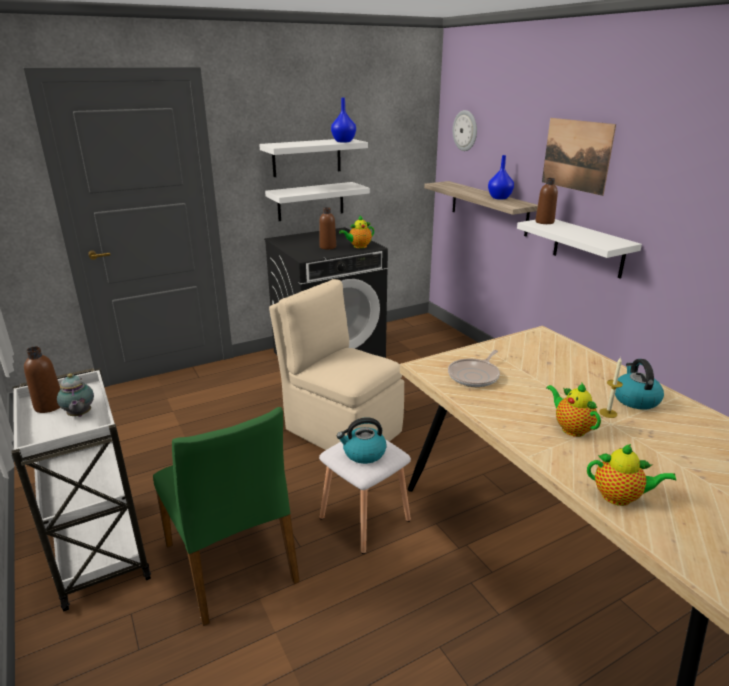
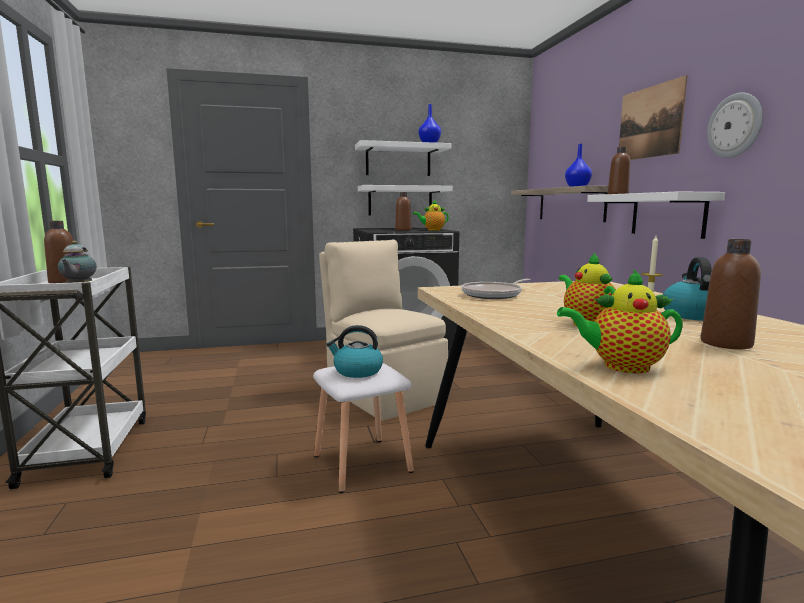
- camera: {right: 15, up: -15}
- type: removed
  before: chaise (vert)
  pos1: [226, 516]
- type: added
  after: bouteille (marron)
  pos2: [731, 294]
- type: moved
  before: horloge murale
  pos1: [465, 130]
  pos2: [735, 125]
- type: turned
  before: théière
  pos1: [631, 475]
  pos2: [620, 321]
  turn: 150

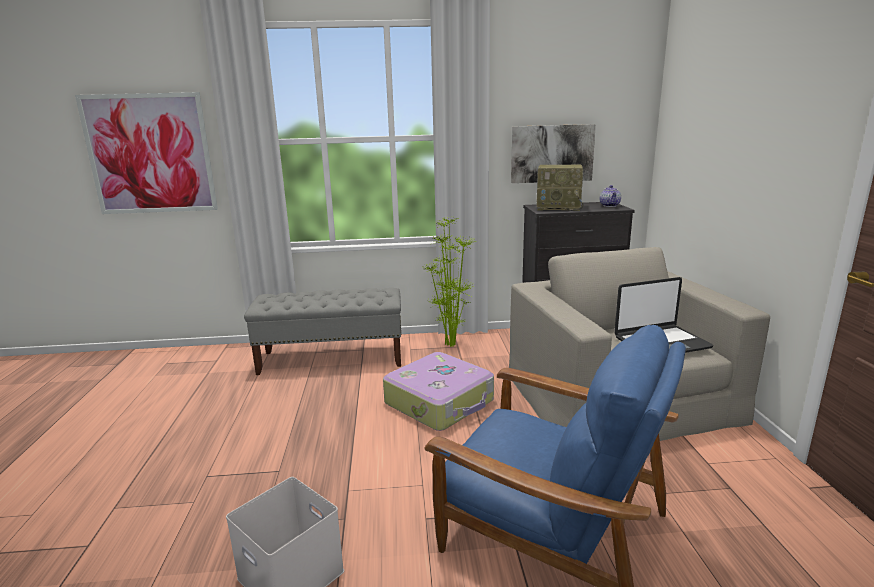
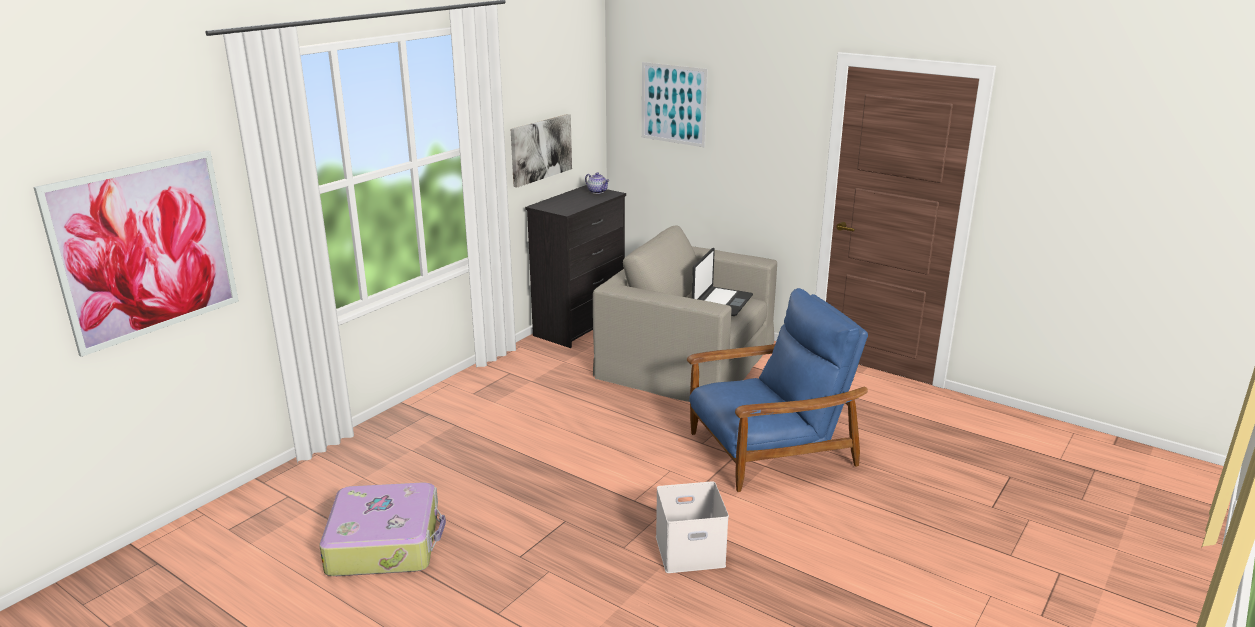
- camera: {right: -50, up: 5}
- type: removed
  before: banc (gris)
  pos1: [322, 331]
- type: removed
  before: plante en pot
  pos1: [448, 282]
- type: removed
  before: radio
  pos1: [560, 188]
- type: added
  after: tableau
  pos2: [675, 104]
- type: moved
  before: valise
  pos1: [438, 391]
  pos2: [382, 529]

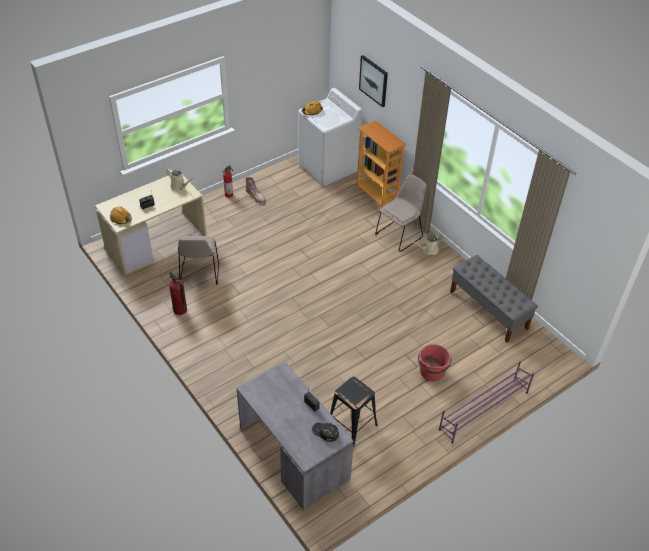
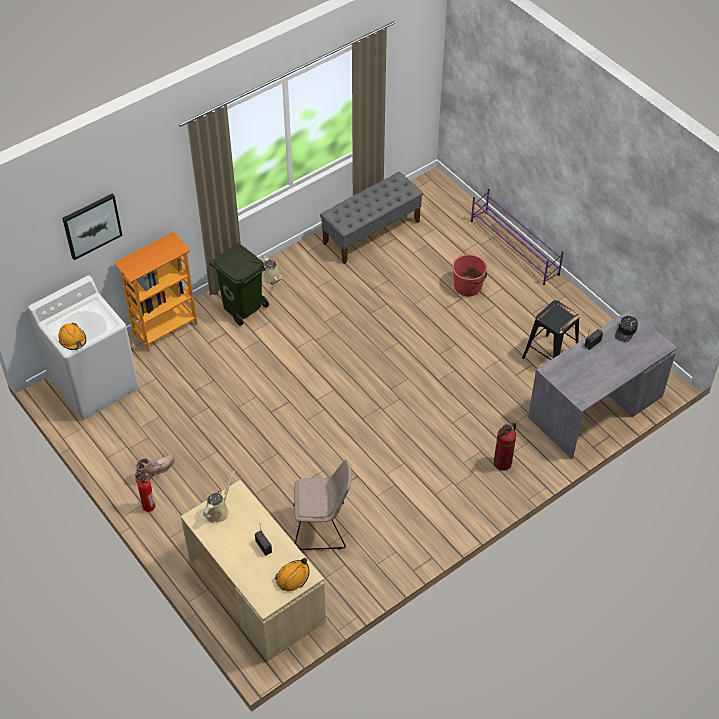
- camera: {right: -90, up: 5}
- type: moved
  before: extincteur
  pos1: [178, 293]
  pos2: [505, 447]
- type: replaced
  before: chaise (beige)
  after: poubelle (vert)
  pos1: [401, 213]
  pos2: [239, 284]

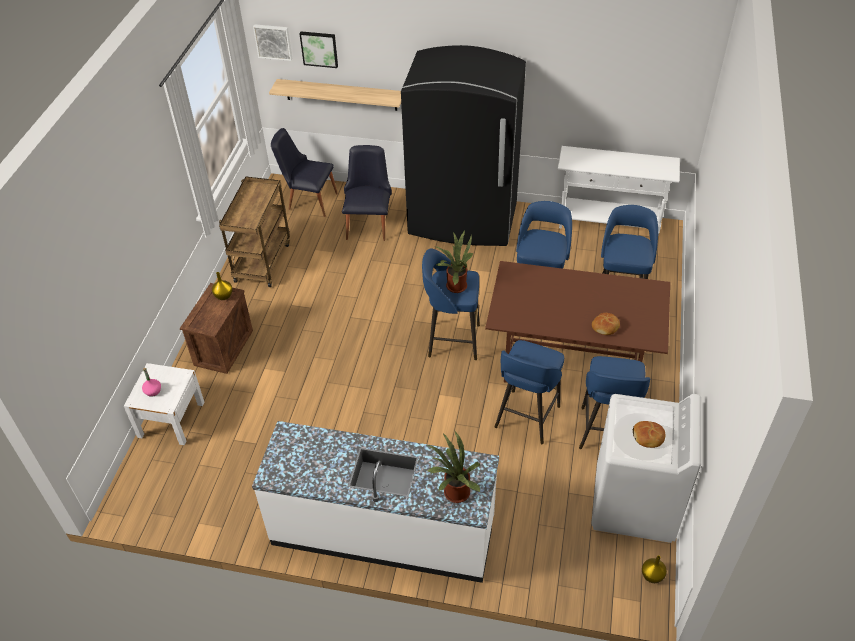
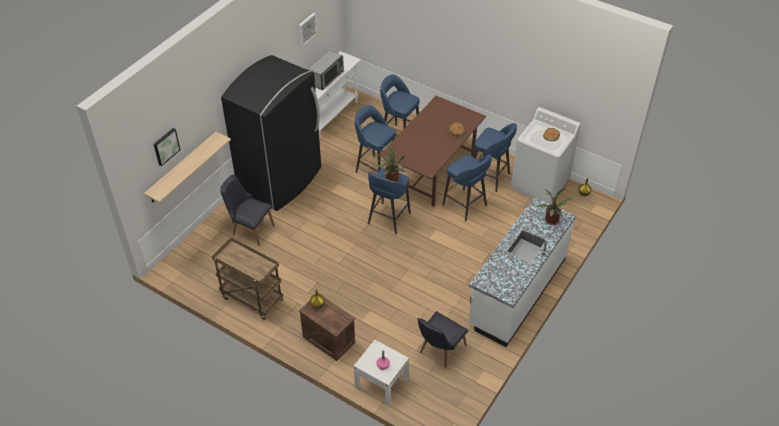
- camera: {right: -70, up: 0}
- type: added
  after: micro-ondes
  pos2: [325, 70]
- type: moved
  before: tableau
  pos1: [272, 42]
  pos2: [308, 29]
- type: moved
  before: chaise (noir)
  pos1: [304, 172]
  pos2: [442, 339]

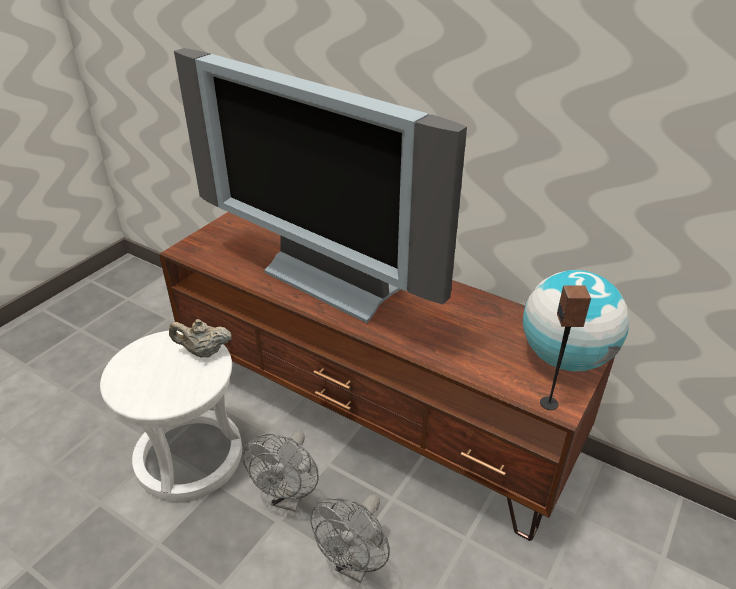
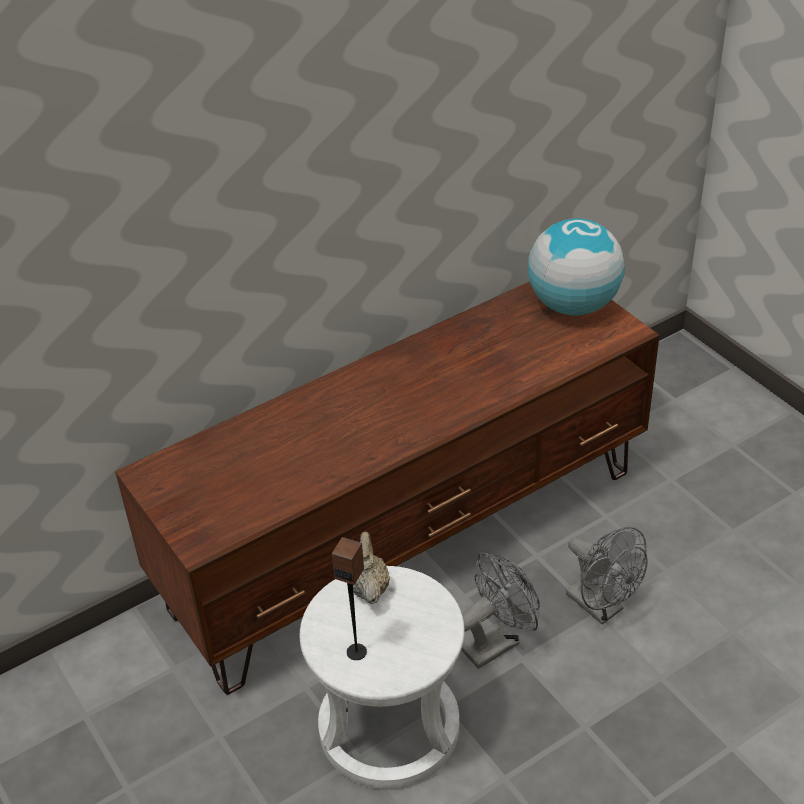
- camera: {right: -65, up: 5}
- type: removed
  before: téléviseur
  pos1: [320, 185]
- type: moved
  before: enceinte
  pos1: [565, 347]
  pos2: [349, 598]
- type: turned
  before: théière (beige)
  pos1: [200, 338]
  pos2: [371, 567]
  turn: 150
- type: turned
  before: ventilateur (gris)
  pos1: [281, 471]
  pos2: [500, 610]
  turn: -75

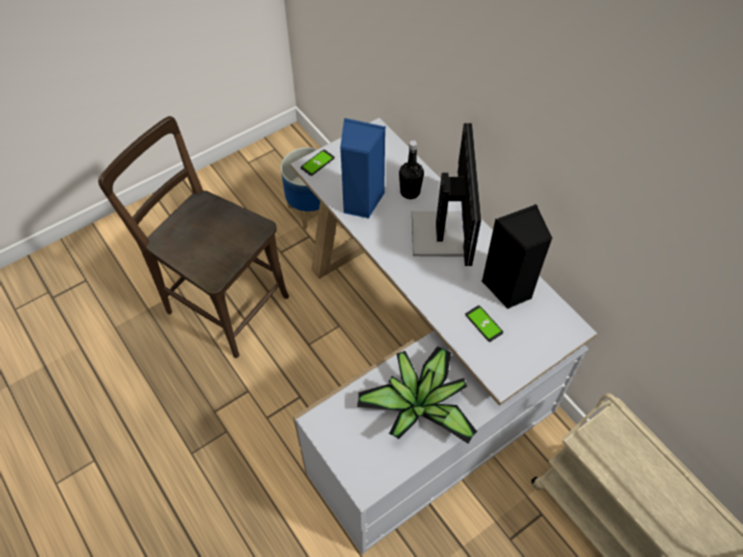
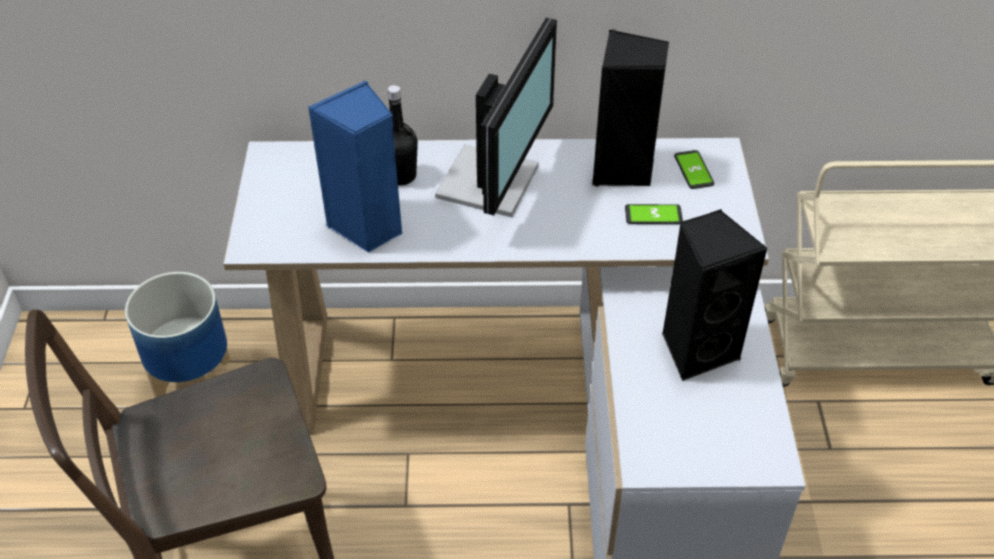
- camera: {right: -55, up: -10}
- type: moved
  before: téléphone
  pos1: [318, 163]
  pos2: [694, 169]
- type: replaced
  before: plante en pot
  after: enceinte (noir)
  pos1: [417, 395]
  pos2: [715, 295]
- type: turned
  before: écran d'ordinateur
  pos1: [446, 194]
  pos2: [496, 117]
  turn: 75

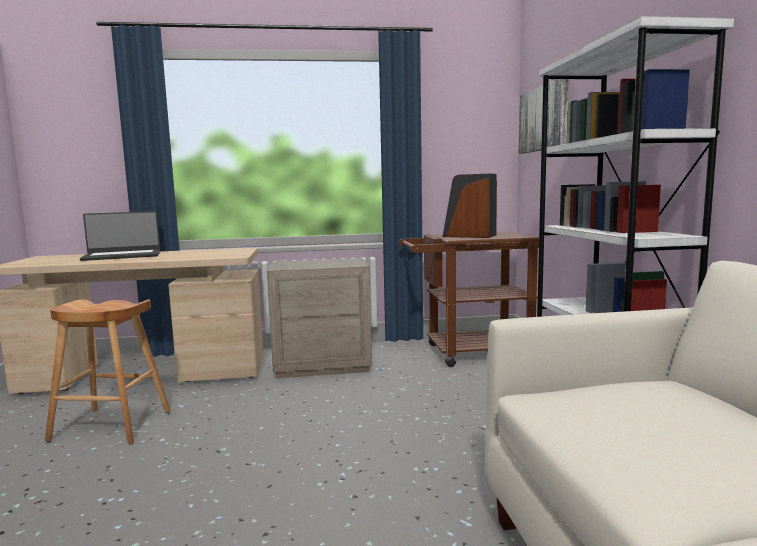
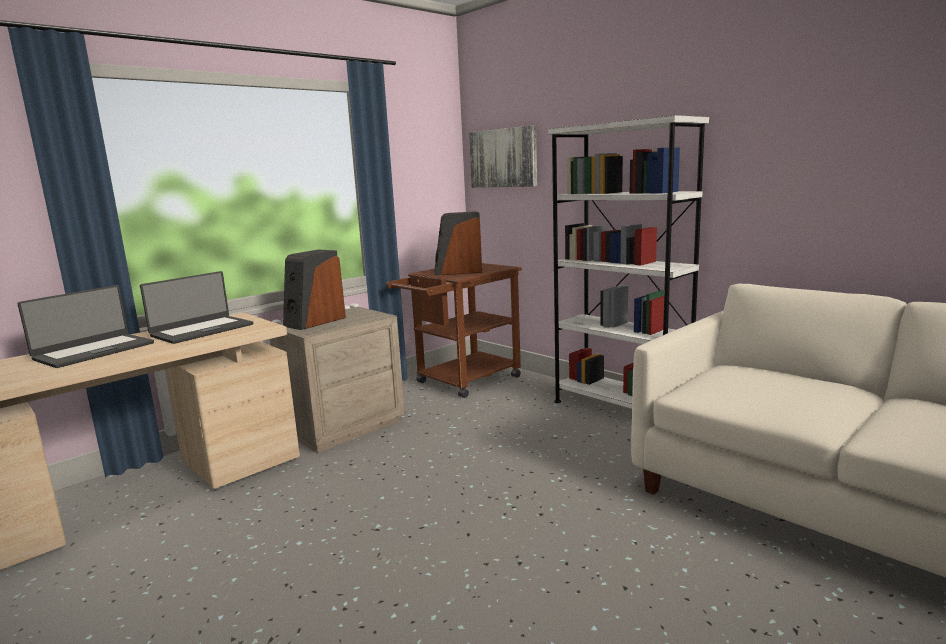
- camera: {right: -35, up: 5}
- type: removed
  before: tabouret (marron)
  pos1: [108, 371]
- type: added
  after: ordinateur portable
  pos2: [196, 307]
- type: added
  after: enceinte
  pos2: [314, 289]

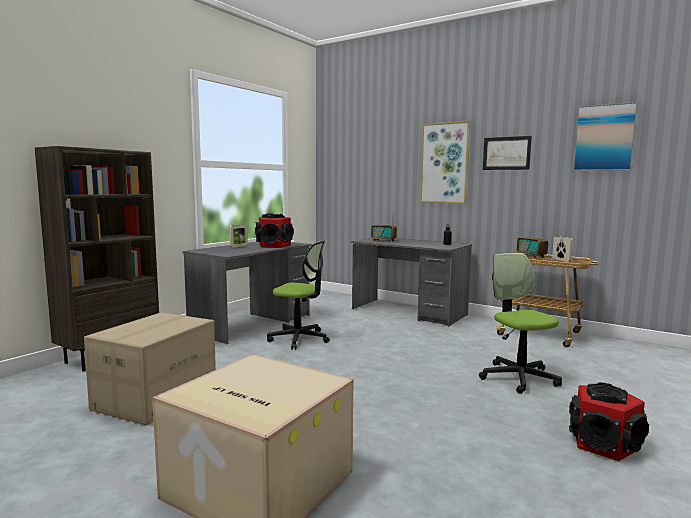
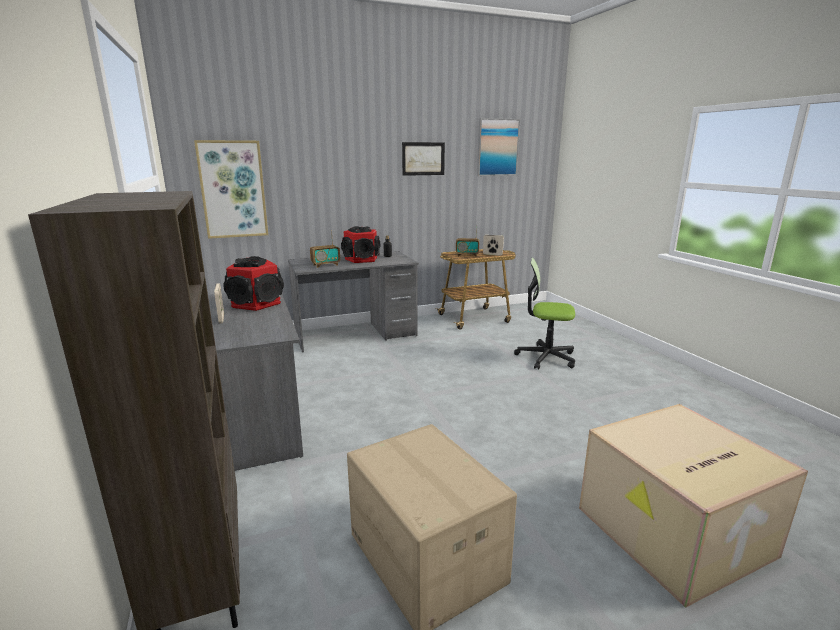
- camera: {right: -55, up: 10}
- type: removed
  before: chaise de bureau
  pos1: [298, 295]
- type: moved
  before: tableau
  pos1: [445, 162]
  pos2: [231, 189]
- type: moved
  before: enceinte
  pos1: [609, 421]
  pos2: [360, 244]

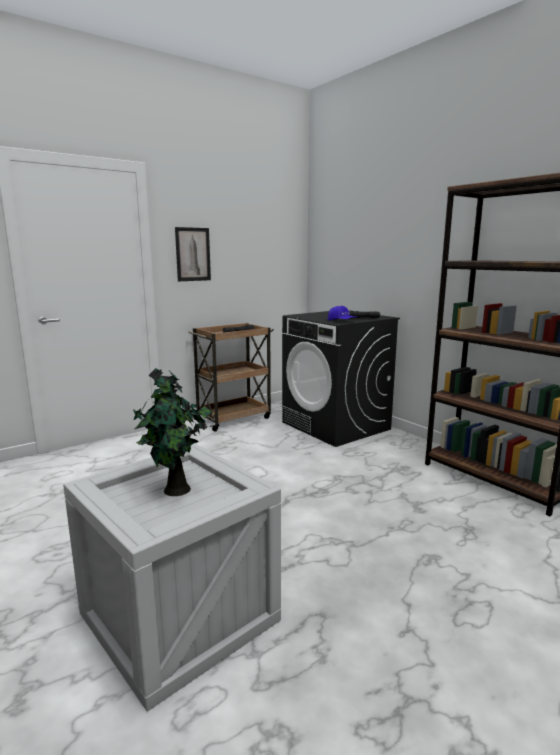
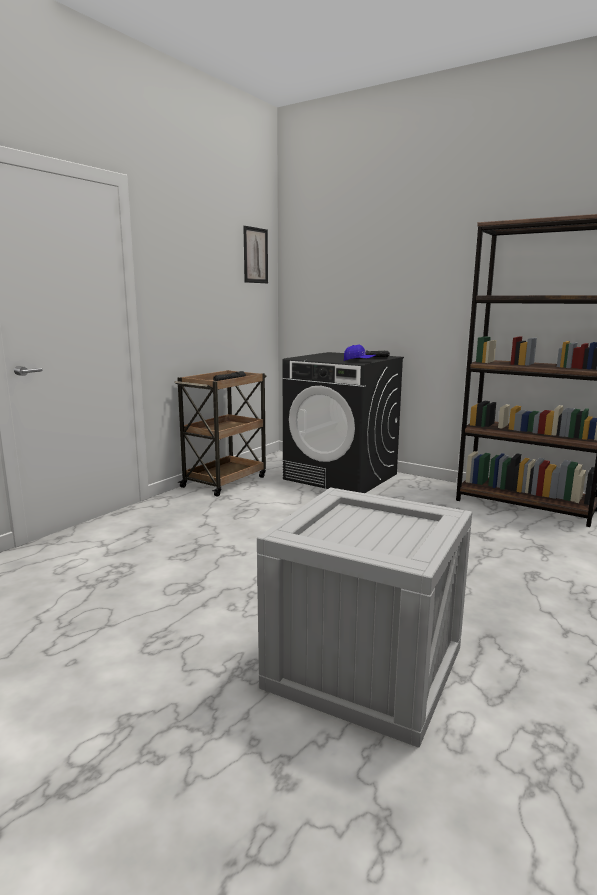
- camera: {right: -20, up: 0}
- type: removed
  before: plante en pot
  pos1: [172, 432]
- type: moved
  before: tableau
  pos1: [193, 254]
  pos2: [255, 254]

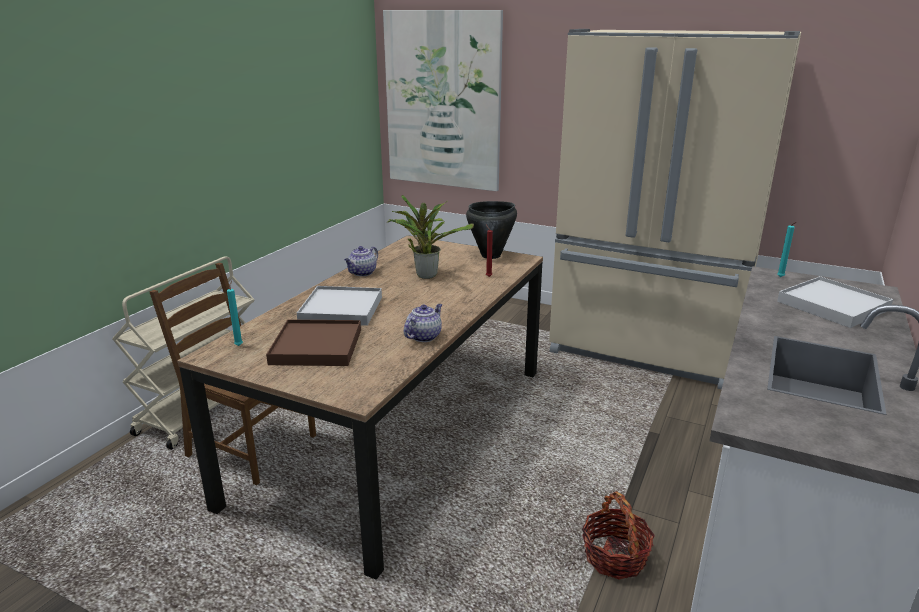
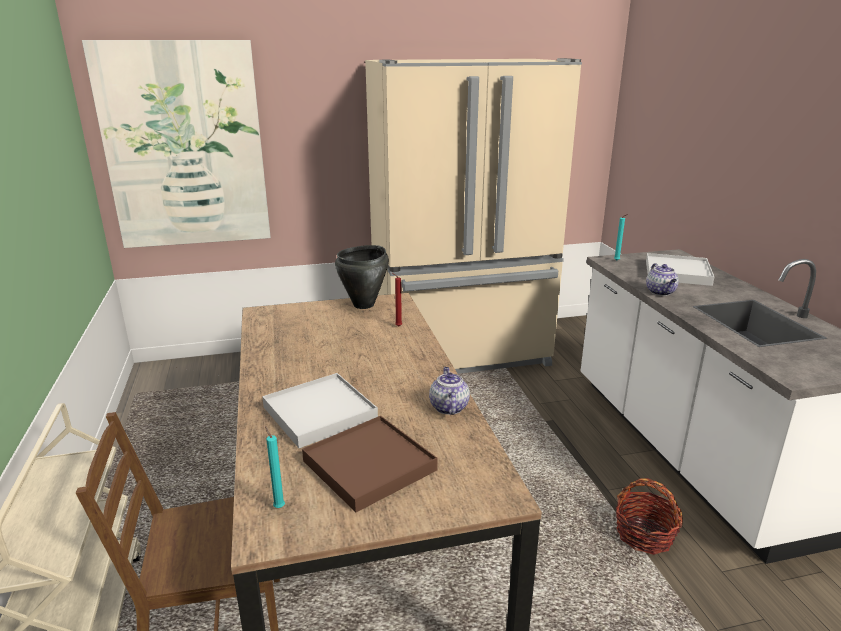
- camera: {right: -40, up: 0}
- type: removed
  before: plante en pot
  pos1: [430, 237]
- type: moved
  before: théière
  pos1: [361, 261]
  pos2: [662, 279]

